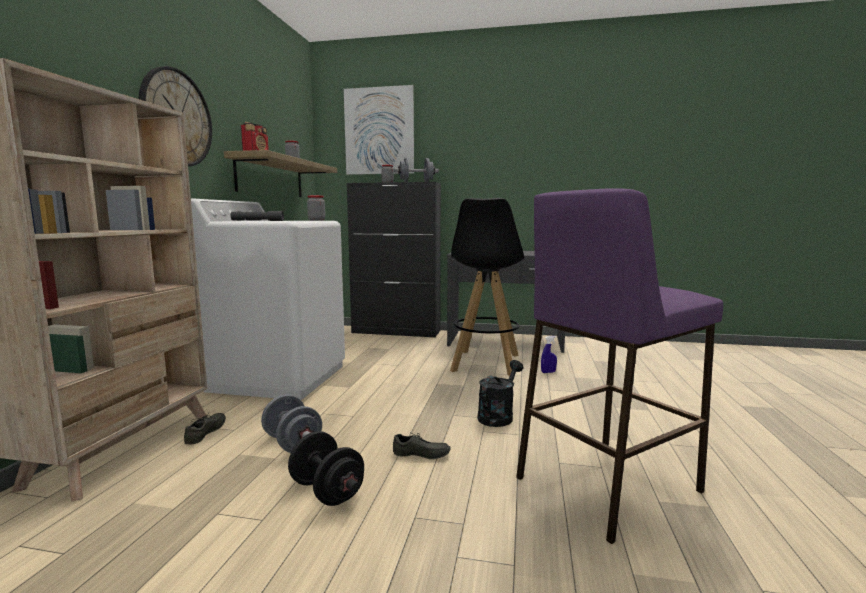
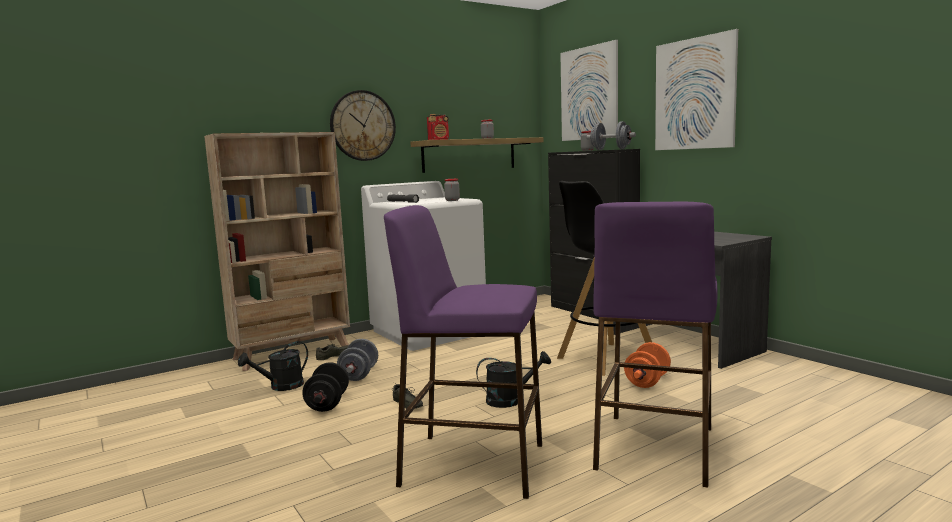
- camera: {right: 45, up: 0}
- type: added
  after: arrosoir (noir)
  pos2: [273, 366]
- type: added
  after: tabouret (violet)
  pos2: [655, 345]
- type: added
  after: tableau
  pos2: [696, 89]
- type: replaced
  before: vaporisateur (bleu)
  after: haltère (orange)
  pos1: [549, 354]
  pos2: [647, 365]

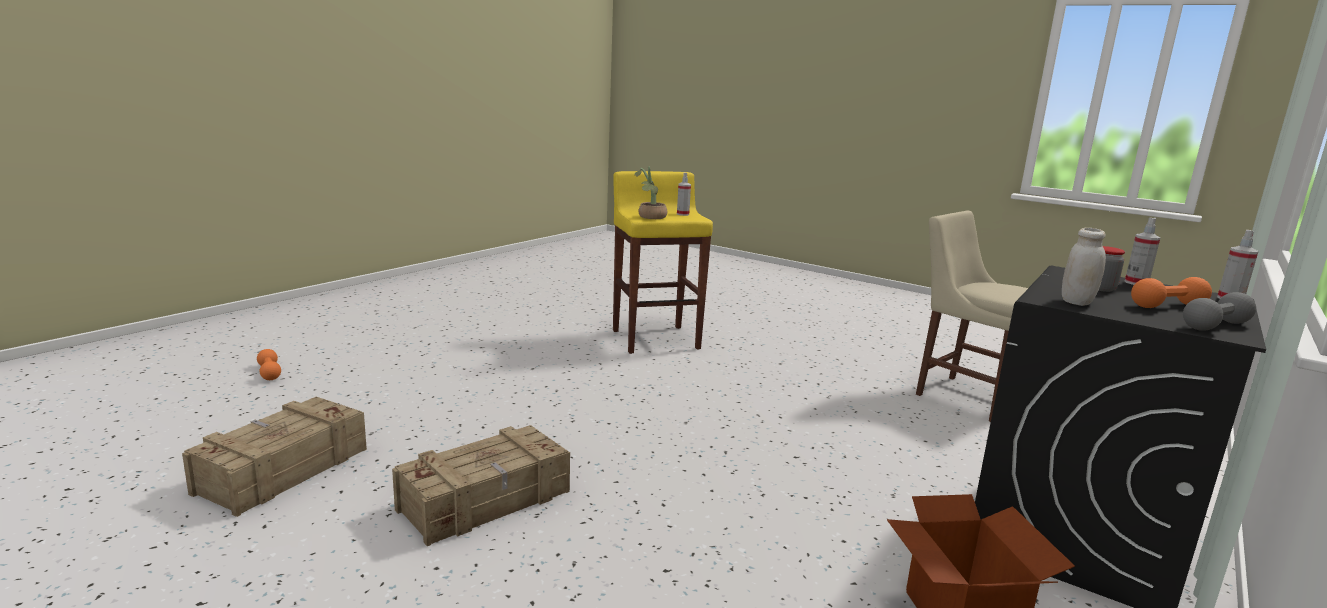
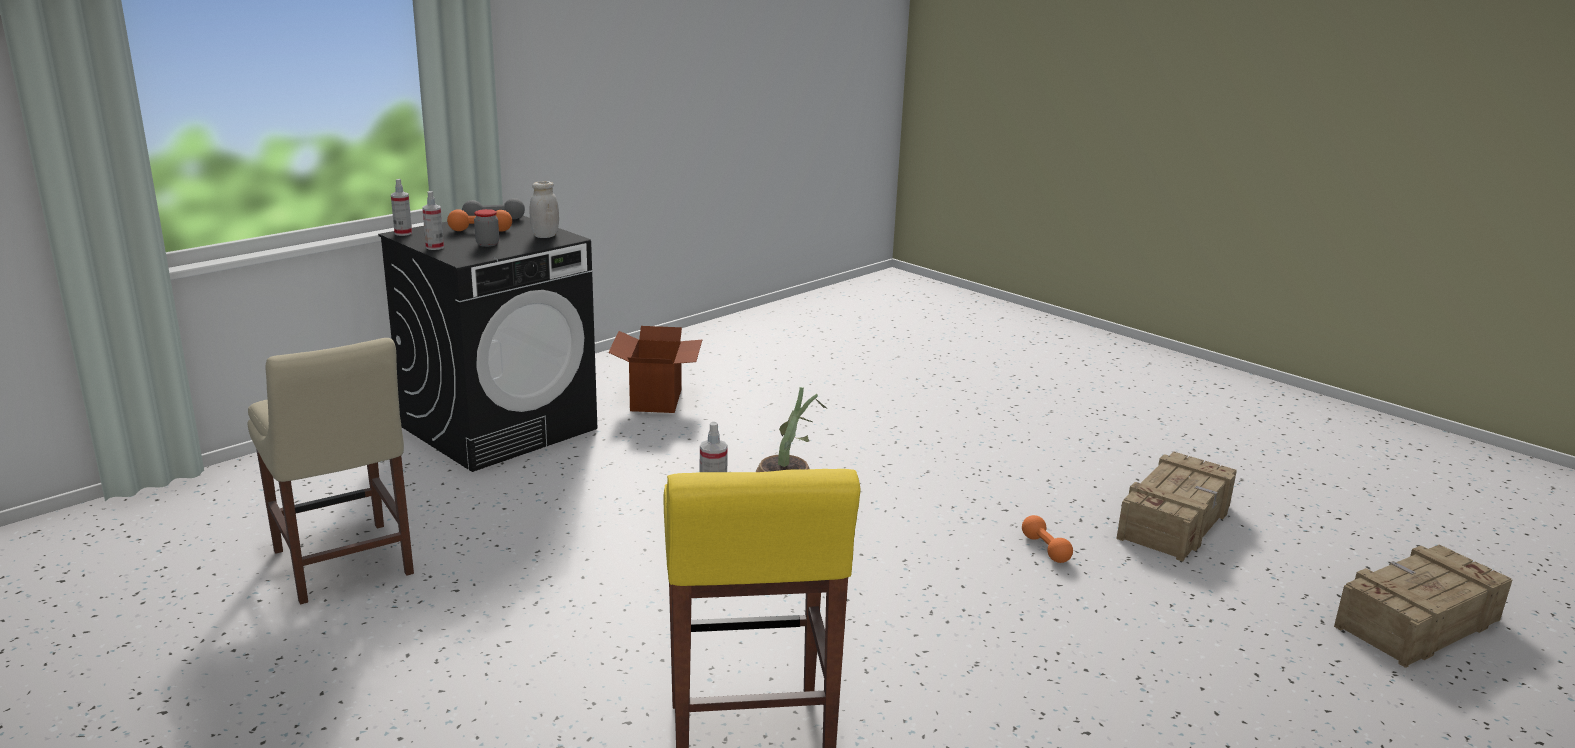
- camera: {right: -170, up: 5}
- type: moved
  before: haltère (orange)
  pos1: [269, 364]
  pos2: [1047, 539]
- type: moved
  before: caisse
  pos1: [481, 485]
  pos2: [1423, 606]

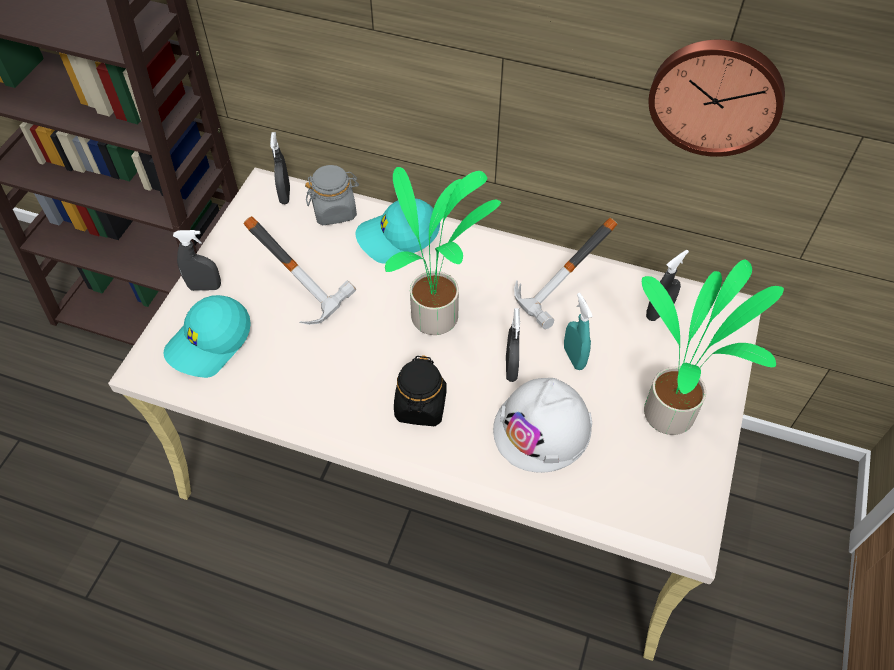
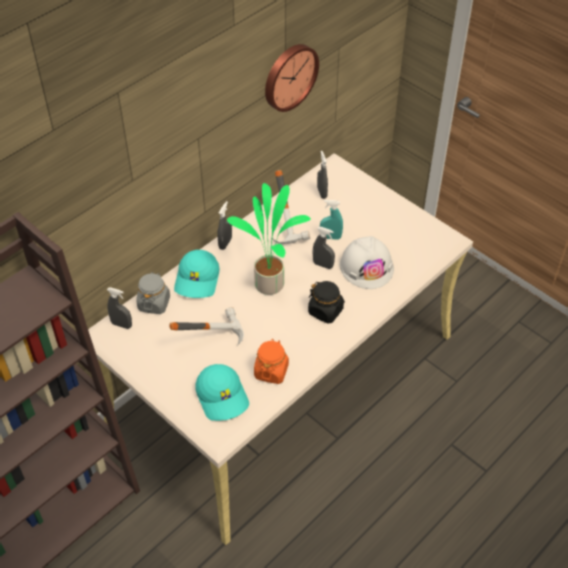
- camera: {right: -65, up: -5}
- type: removed
  before: plante en pot
  pos1: [713, 347]
- type: added
  after: bocal (orange)
  pos2: [271, 361]
- type: moved
  before: vaporisateur (gris)
  pos1: [197, 260]
  pos2: [224, 225]

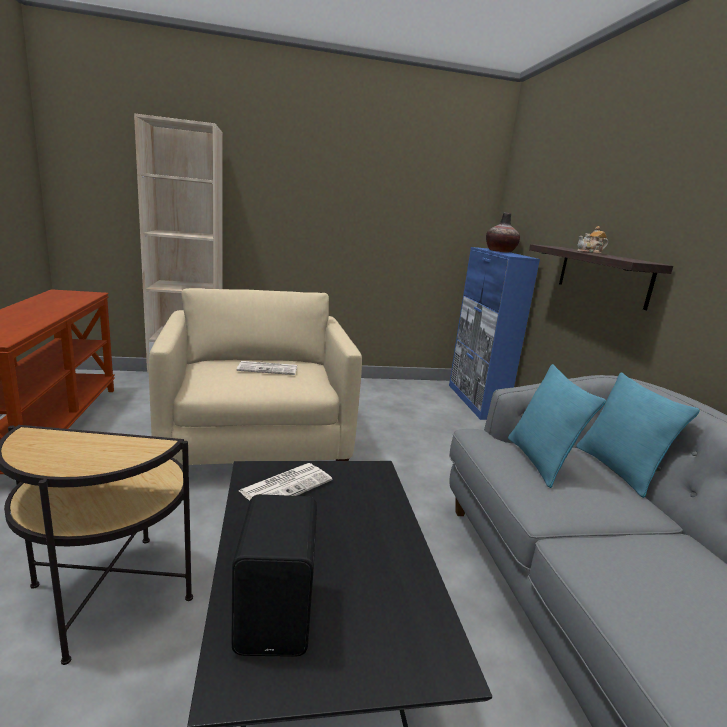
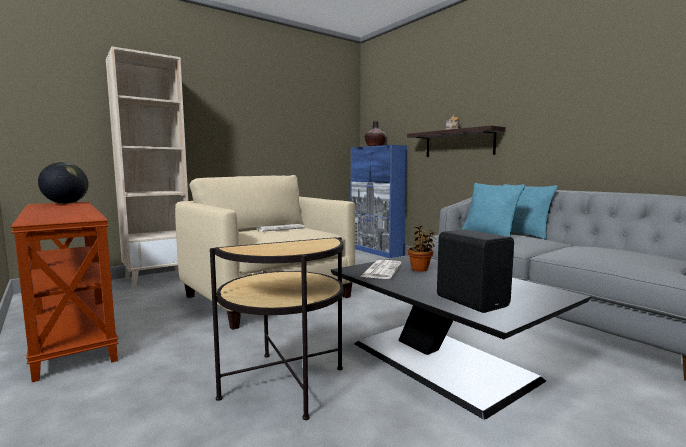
- camera: {right: -25, up: -10}
- type: added
  after: globe
  pos2: [63, 183]
- type: added
  after: plante en pot
  pos2: [422, 248]

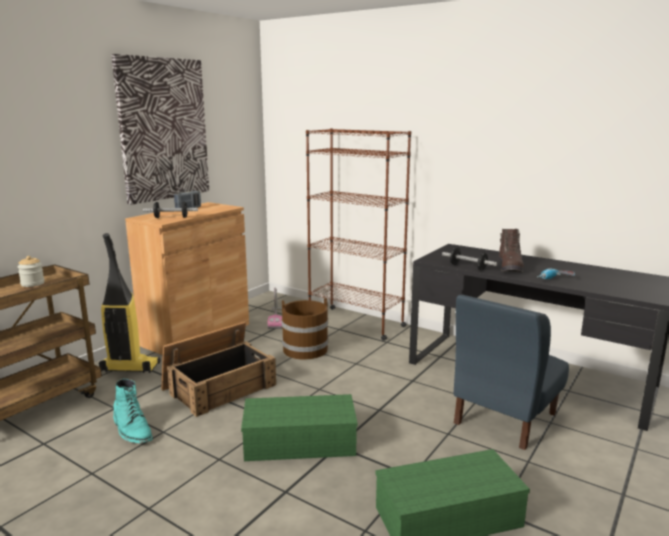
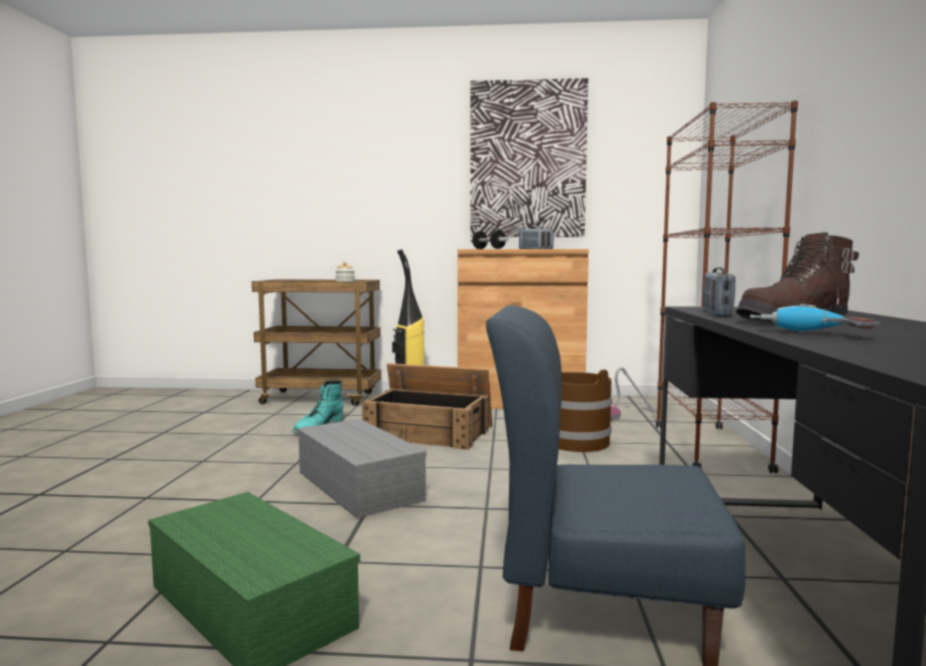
- camera: {right: 60, up: -10}
- type: replaced
  before: haltère
  after: radio
  pos1: [469, 259]
  pos2: [719, 292]
- type: recoloured
  before: boîte de rangement (vert)
  after: boîte de rangement (gris)
  pos1: [299, 427]
  pos2: [362, 468]

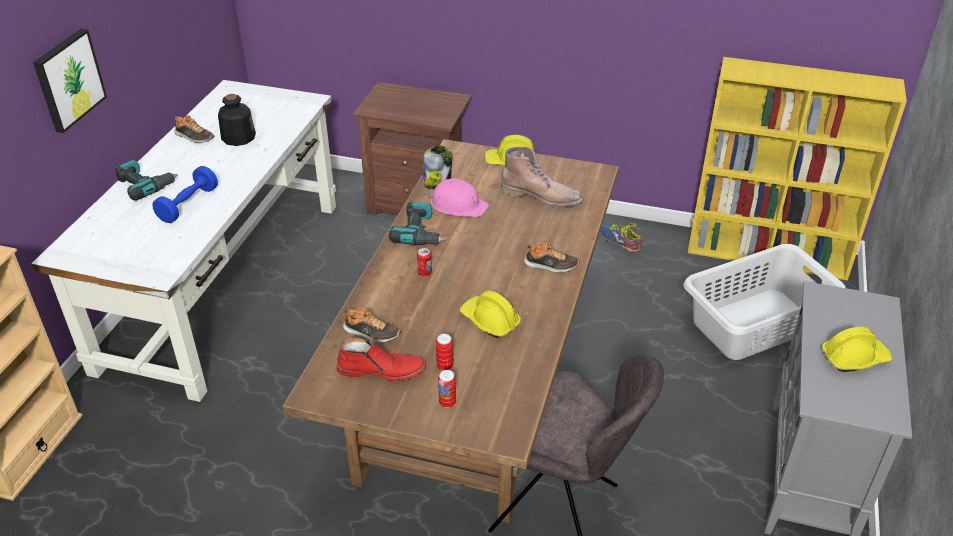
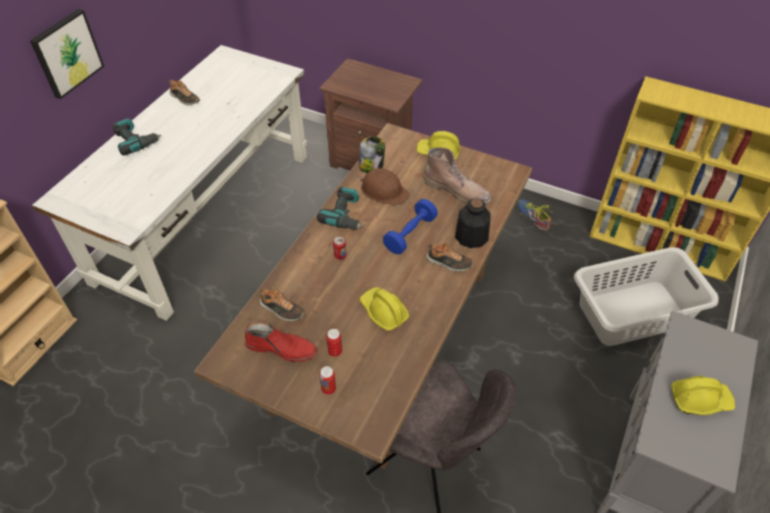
- camera: {right: 10, up: 10}
- type: moved
  before: haltère (bleu)
  pos1: [185, 194]
  pos2: [410, 226]
- type: moved
  before: bouteille
  pos1: [237, 120]
  pos2: [473, 223]
- type: recoloured
  before: casque de chantier (rose)
  after: casque de chantier (marron)
  pos1: [458, 198]
  pos2: [385, 187]

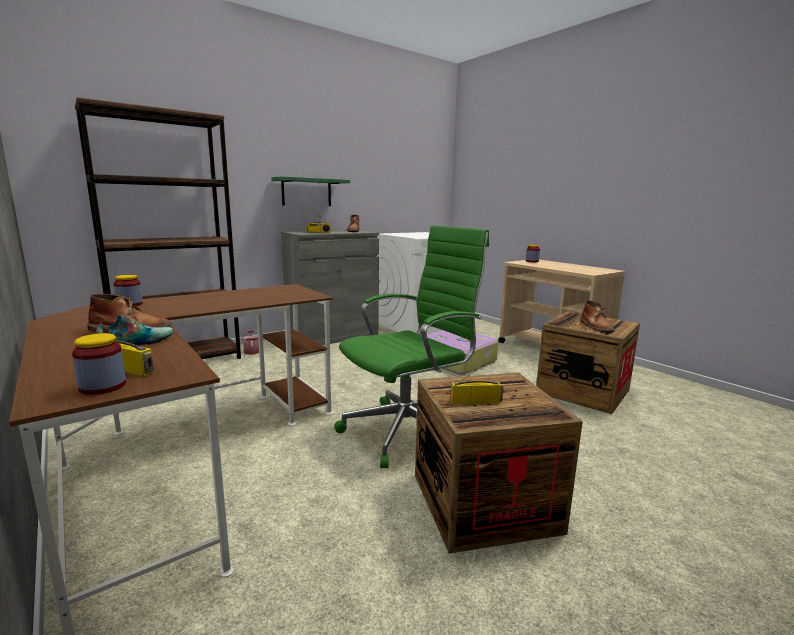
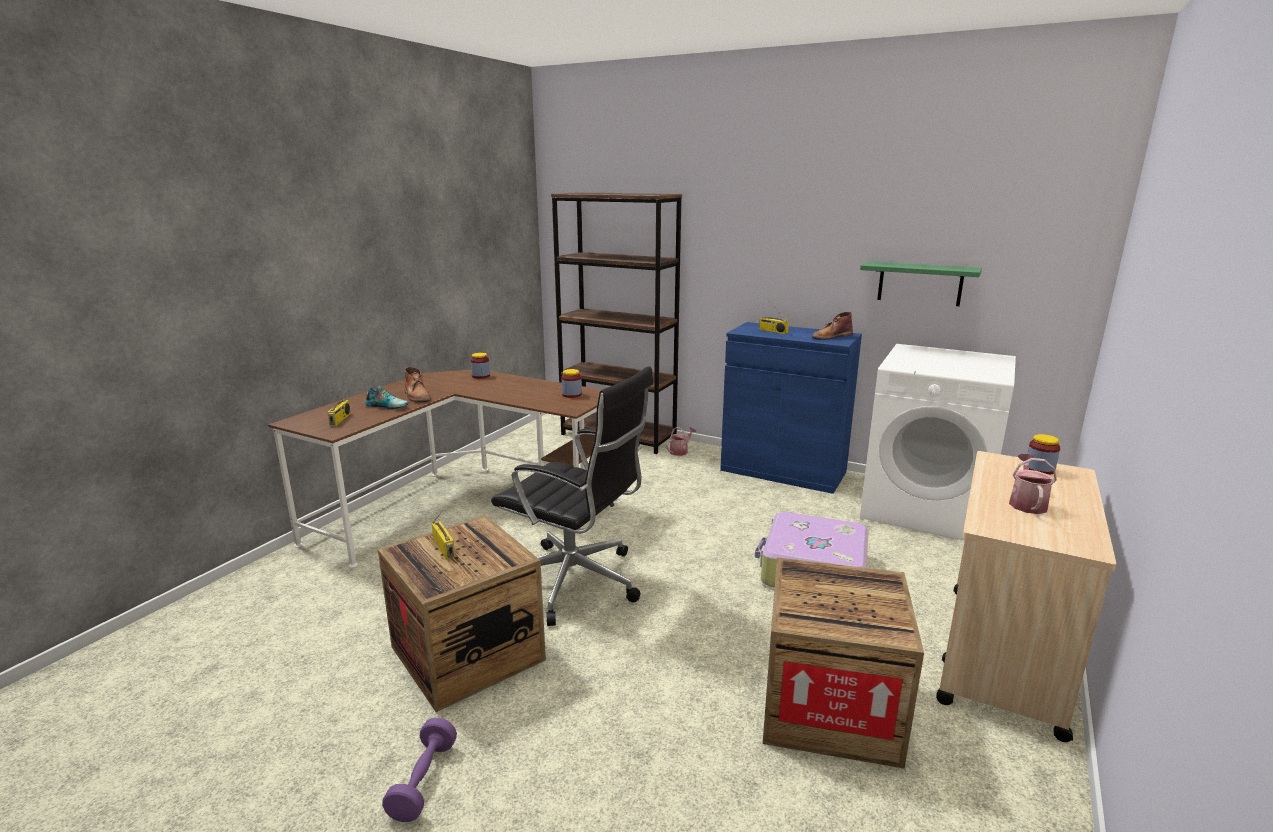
- camera: {right: 65, up: 5}
- type: removed
  before: botte (marron)
  pos1: [597, 316]
- type: added
  after: haltère (violet)
  pos2: [419, 770]
- type: added
  after: arrosoir
  pos2: [1033, 484]
- type: moved
  before: bocal
  pos1: [99, 364]
  pos2: [572, 383]
- type: moved
  before: étagère (vert)
  pos1: [310, 191]
  pos2: [921, 284]
- type: recoloured
  before: meuble de rangement (gris)
  after: meuble de rangement (bleu)
  pos1: [330, 287]
  pos2: [791, 408]
- type: recoloured
  before: chaise de bureau (vert)
  after: chaise de bureau (noir)
  pos1: [411, 346]
  pos2: [572, 496]

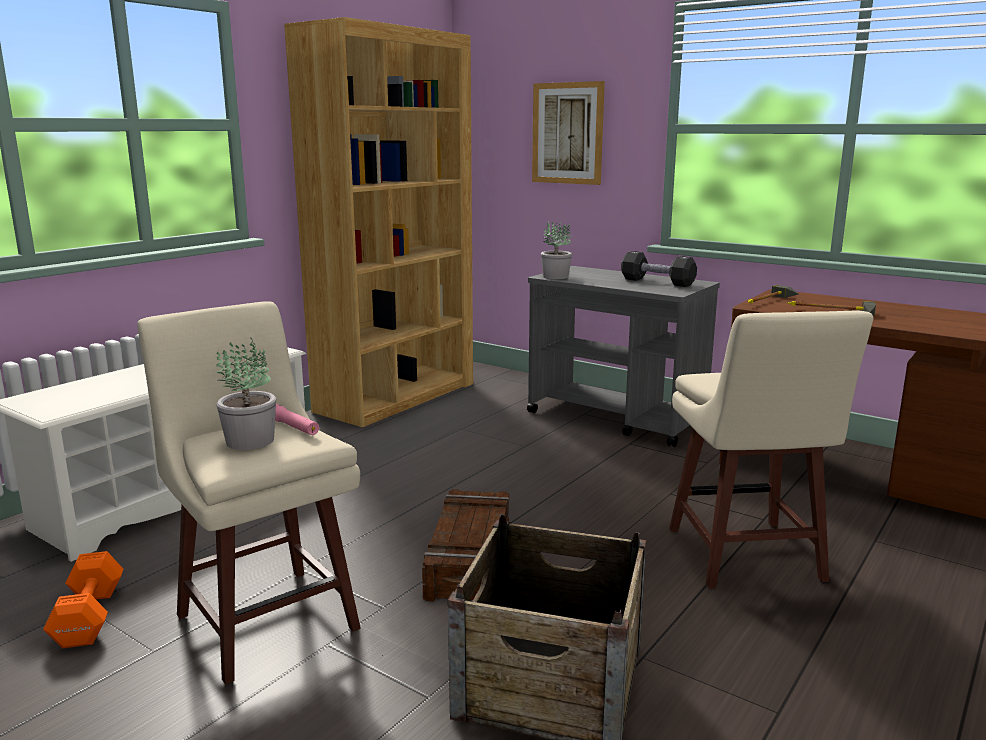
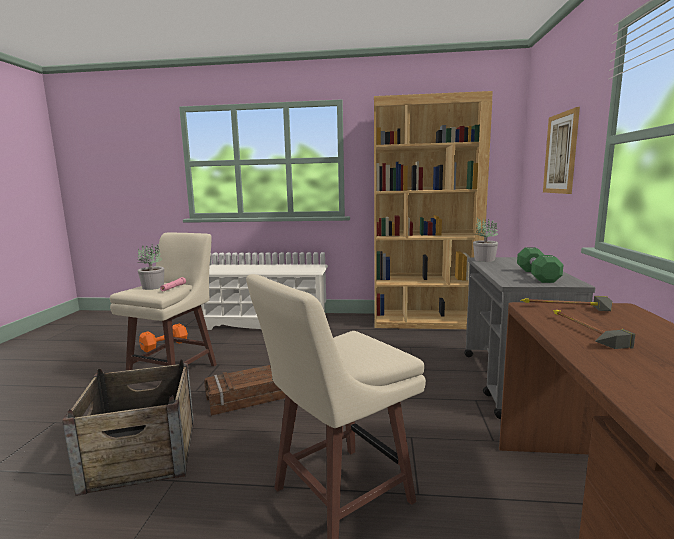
- camera: {right: 60, up: -5}
- type: recoloured
  before: haltère (noir)
  after: haltère (vert)
  pos1: [659, 269]
  pos2: [540, 265]

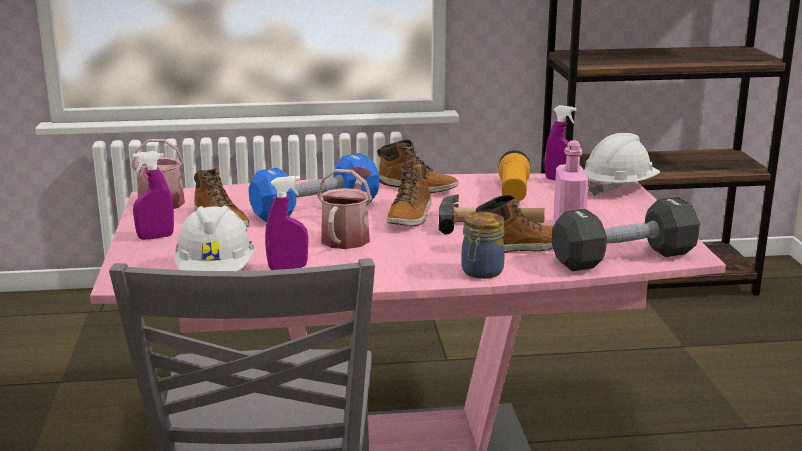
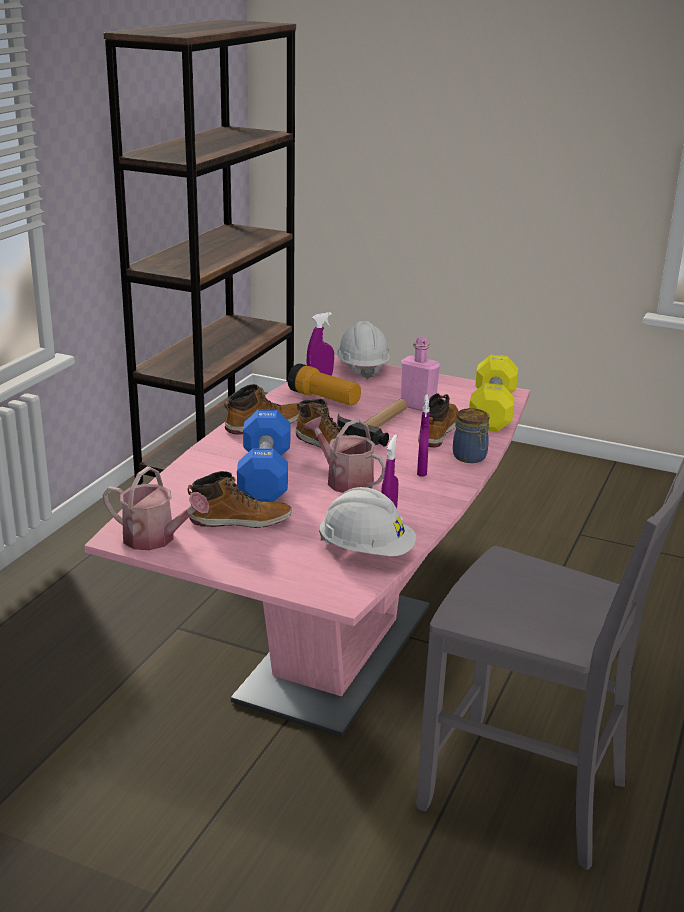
- camera: {right: -60, up: 5}
- type: moved
  before: vaporisateur (violet)
  pos1: [153, 195]
  pos2: [423, 436]
- type: recoloured
  before: haltère (noir)
  after: haltère (jaune)
  pos1: [626, 234]
  pos2: [493, 393]

